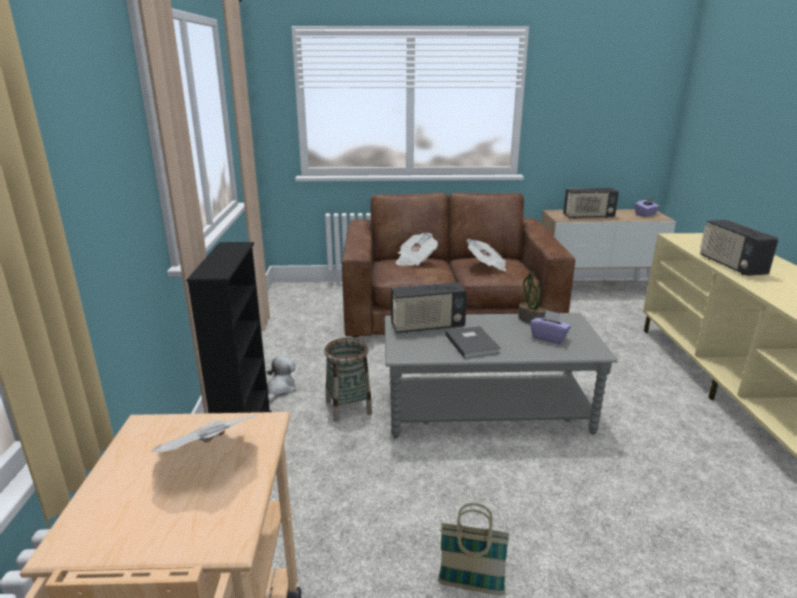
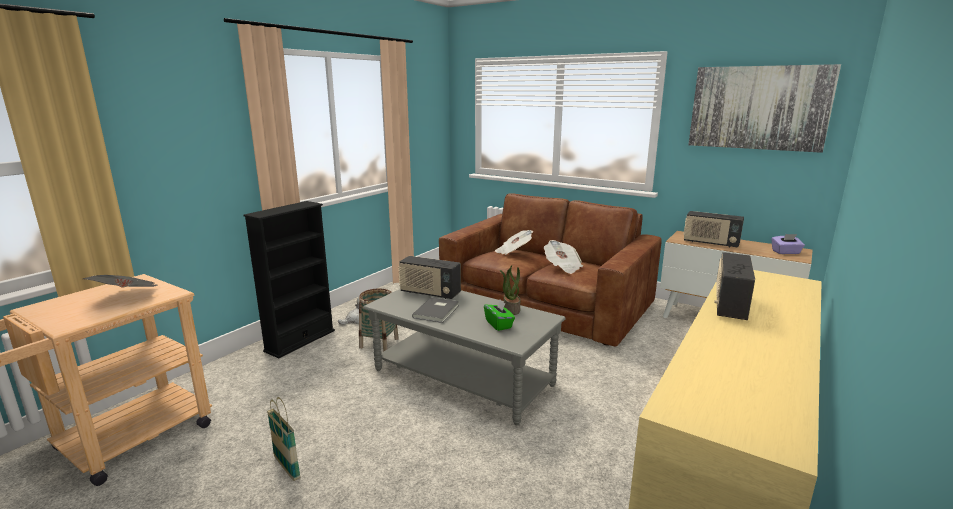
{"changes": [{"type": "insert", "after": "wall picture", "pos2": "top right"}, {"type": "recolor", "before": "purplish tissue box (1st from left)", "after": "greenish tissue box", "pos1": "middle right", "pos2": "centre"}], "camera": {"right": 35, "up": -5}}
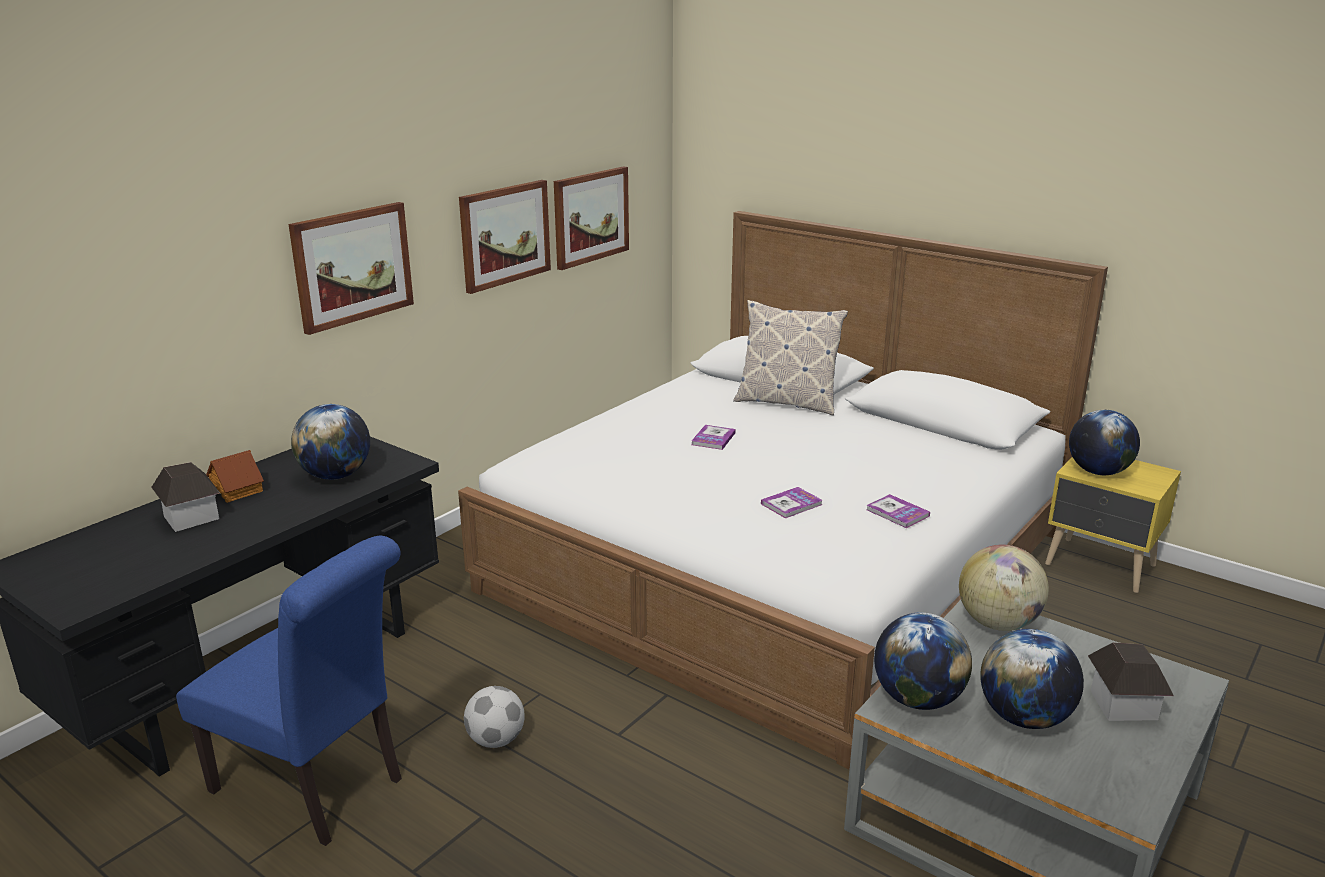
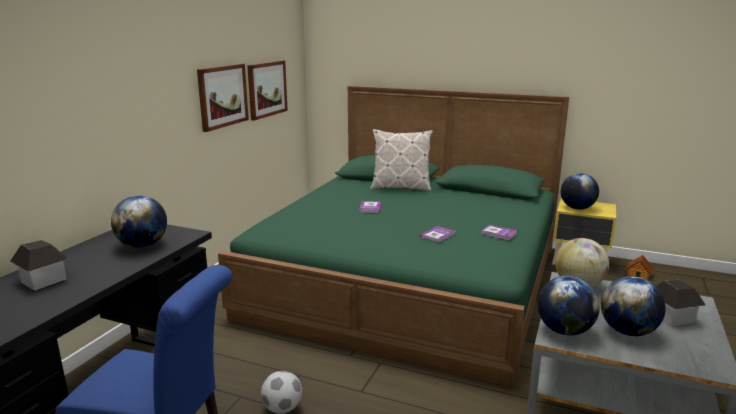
{"changes": [{"type": "delete", "before": "wall picture (1st from left)", "pos1": "top left"}, {"type": "move", "before": "toy house (2nd from left)", "pos1": "middle left", "pos2": "middle right"}, {"type": "recolor", "before": "white-coloured bed", "after": "greenish bed", "pos1": "centre", "pos2": "centre"}], "camera": {"right": -15, "up": -5}}
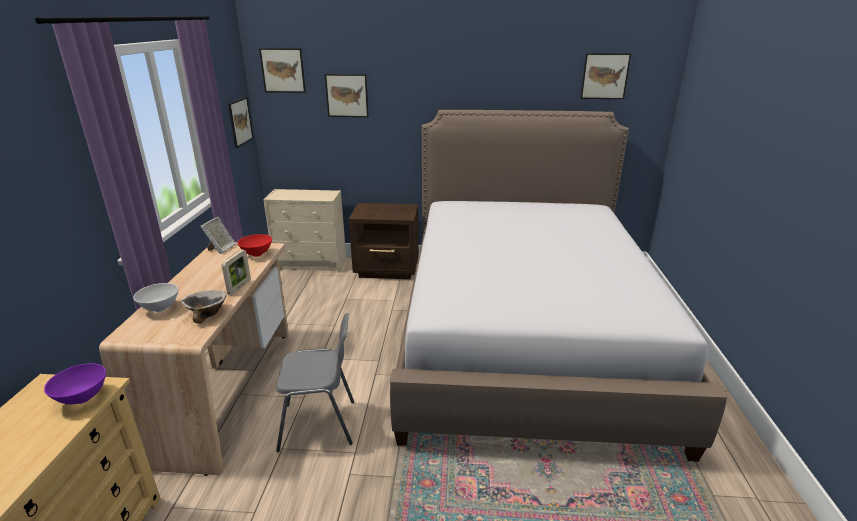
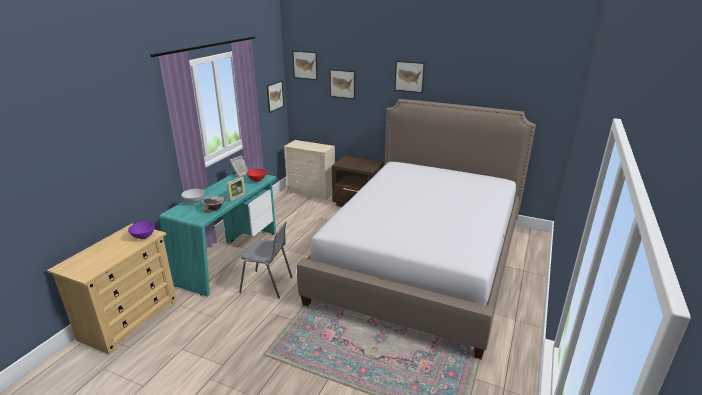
{"changes": [{"type": "move", "before": "wall picture (4th from left)", "pos1": "top right", "pos2": "top centre"}, {"type": "recolor", "before": "beige-coloured desk table", "after": "turquoise desk table", "pos1": "bottom left", "pos2": "middle left"}], "camera": {"right": 20, "up": 0}}
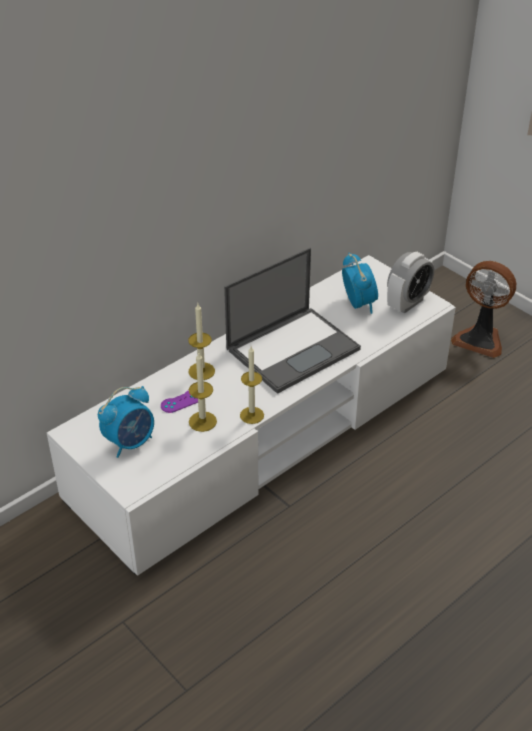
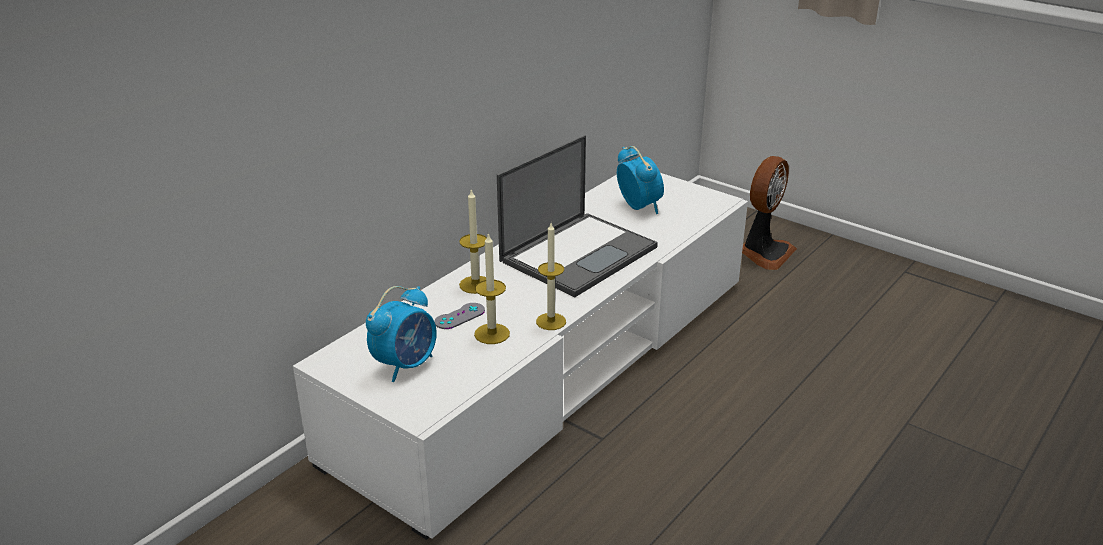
{"changes": [{"type": "delete", "before": "table clock (3rd from left)", "pos1": "middle right"}, {"type": "recolor", "before": "purplish gamepad", "after": "greyish gamepad", "pos1": "centre", "pos2": "centre"}, {"type": "rotate", "before": "cooling fan", "pos1": "middle right", "pos2": "middle right", "turn": -75}], "camera": {"right": -10, "up": -10}}
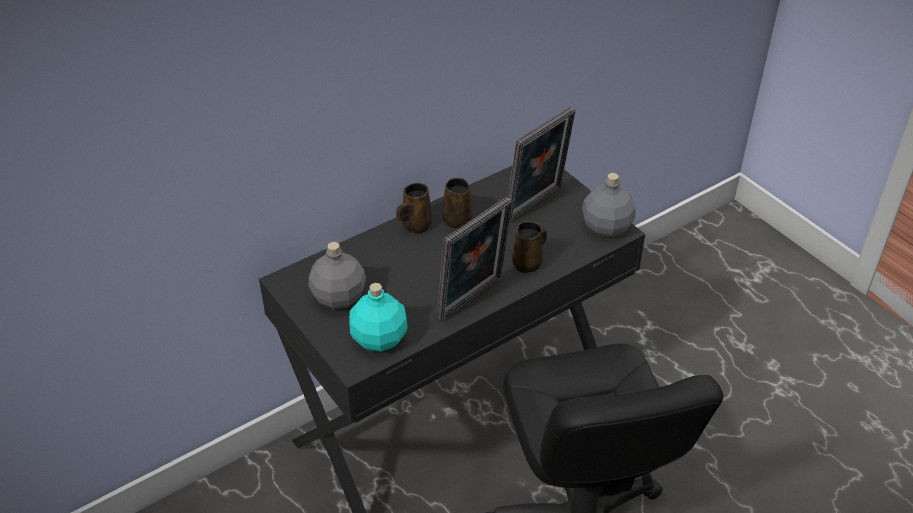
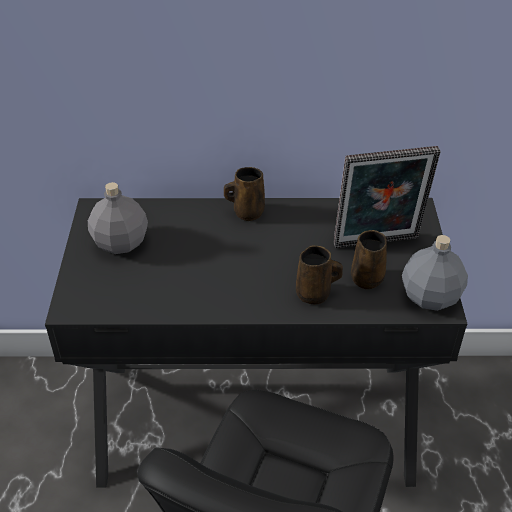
{"changes": [{"type": "delete", "before": "turquoise bottle", "pos1": "centre"}, {"type": "delete", "before": "photo frame (1st from left)", "pos1": "centre"}, {"type": "move", "before": "brown tea mug (2nd from left in the first image)", "after": "brown tea mug (3rd from left)", "pos1": "centre", "pos2": "middle right"}], "camera": {"right": 35, "up": 0}}
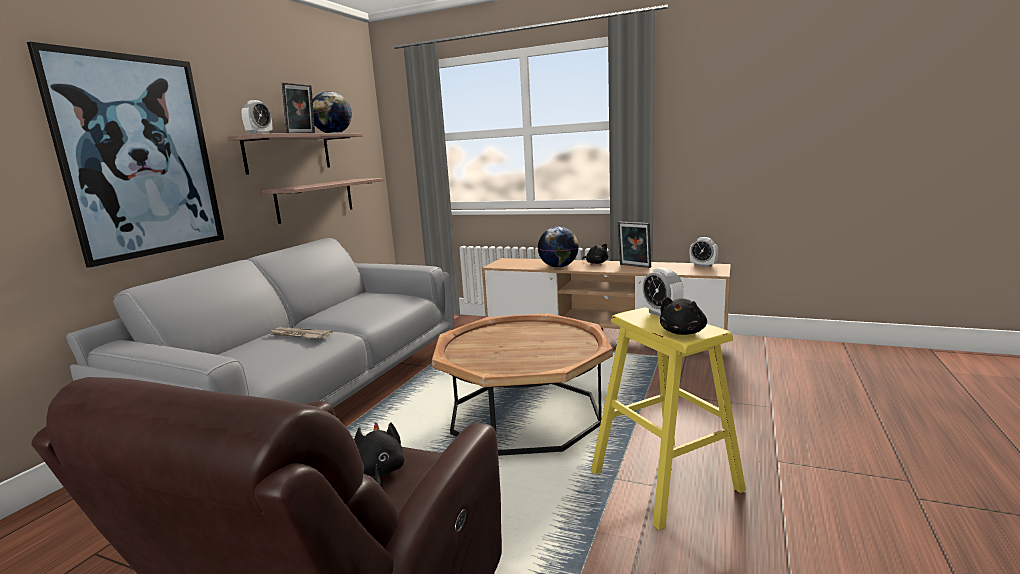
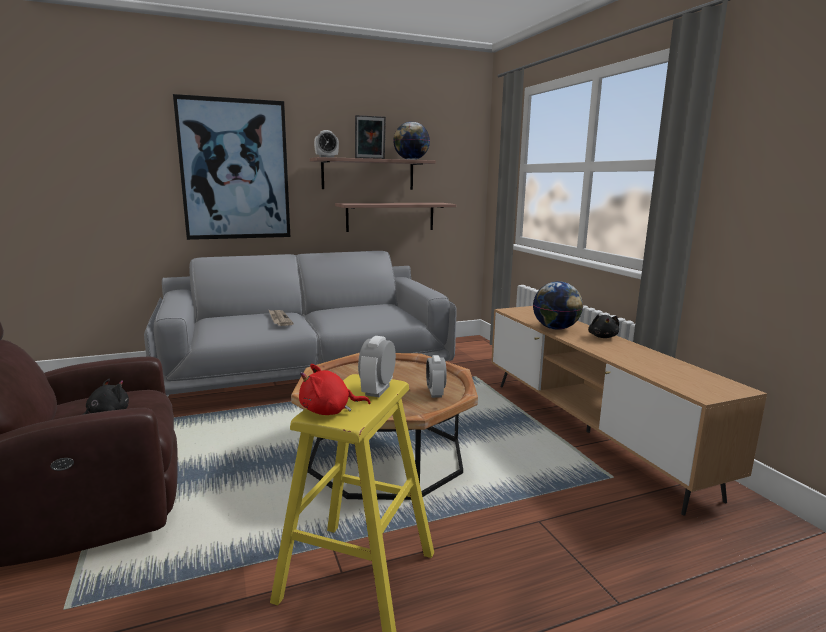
{"changes": [{"type": "delete", "before": "photo frame (2nd from left)", "pos1": "centre"}, {"type": "move", "before": "table clock (3rd from left)", "pos1": "middle right", "pos2": "centre"}, {"type": "recolor", "before": "black cuddly toy (3rd from left)", "after": "red-coloured cuddly toy", "pos1": "middle right", "pos2": "centre"}], "camera": {"right": 45, "up": 0}}
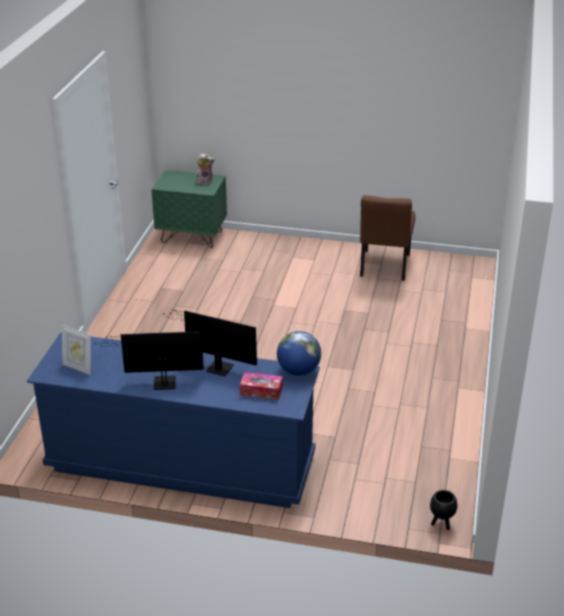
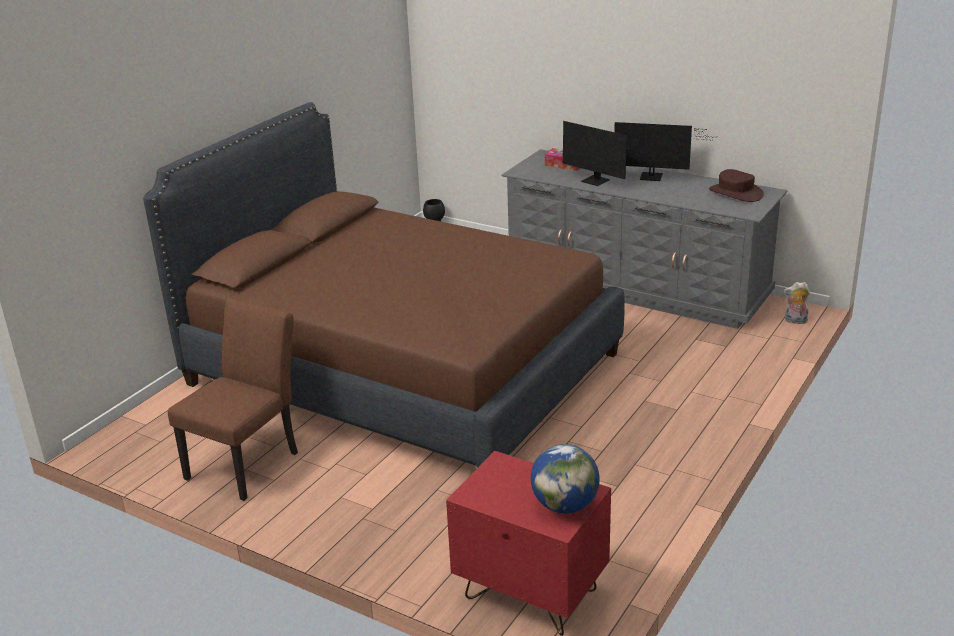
{"changes": [{"type": "insert", "after": "brown bed", "pos2": "centre"}, {"type": "move", "before": "cuddly toy", "pos1": "top centre", "pos2": "middle right"}, {"type": "move", "before": "world globe", "pos1": "centre", "pos2": "bottom centre"}, {"type": "replace", "before": "photo frame", "after": "brown clothing hat", "pos1": "middle left", "pos2": "top right"}, {"type": "recolor", "before": "blue chest of drawers", "after": "greyish chest of drawers", "pos1": "bottom left", "pos2": "middle right"}, {"type": "recolor", "before": "greenish night table", "after": "red-coloured night table", "pos1": "centre", "pos2": "bottom centre"}], "camera": {"right": -160, "up": -5}}
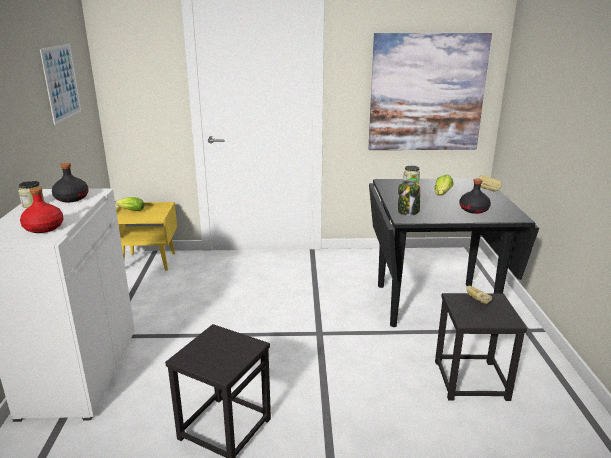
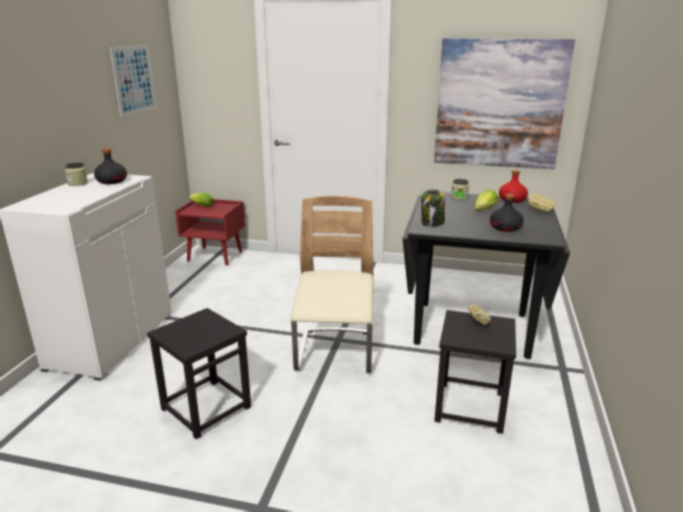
{"changes": [{"type": "insert", "after": "beige-coloured chair", "pos2": "centre"}, {"type": "move", "before": "red-coloured bottle", "pos1": "middle left", "pos2": "middle right"}, {"type": "recolor", "before": "yellowish night table", "after": "red-coloured night table", "pos1": "middle left", "pos2": "middle left"}], "camera": {"right": 15, "up": 0}}
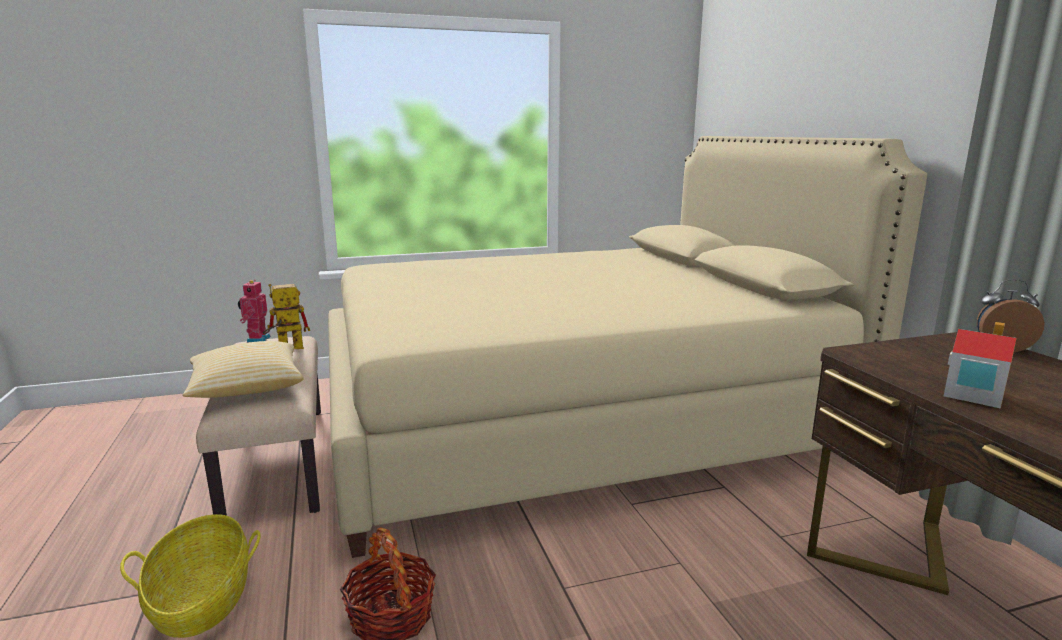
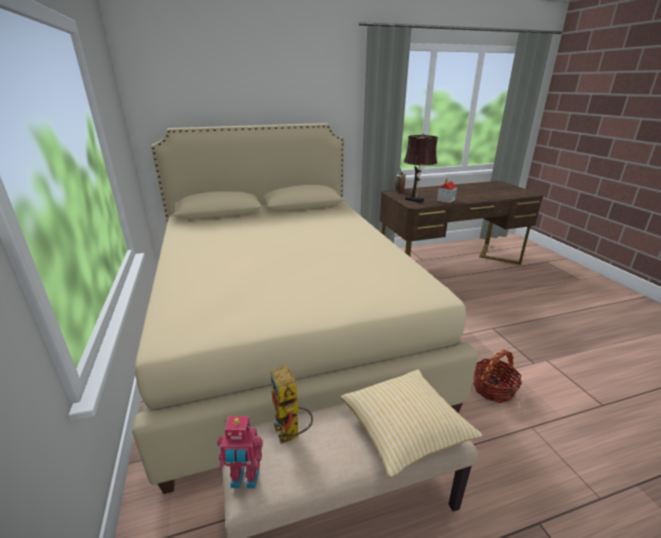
{"changes": [{"type": "delete", "before": "household basket (1st from left)", "pos1": "bottom left"}, {"type": "insert", "after": "brown table lamp", "pos2": "top centre"}], "camera": {"right": -90, "up": 10}}
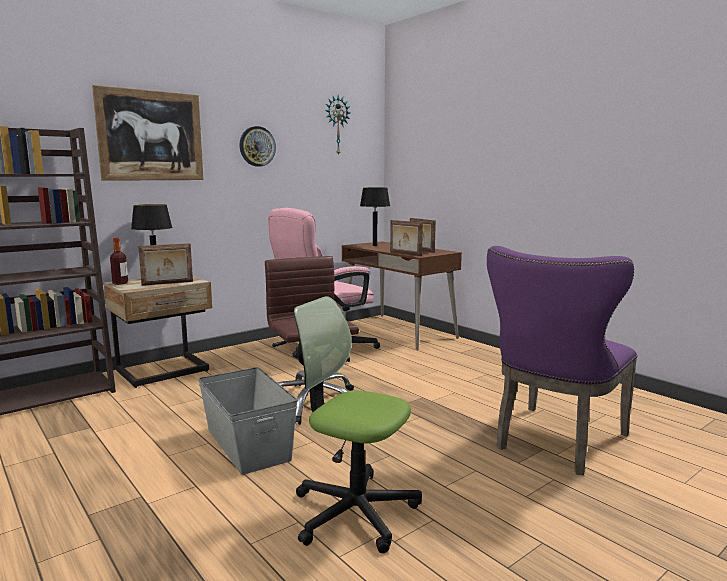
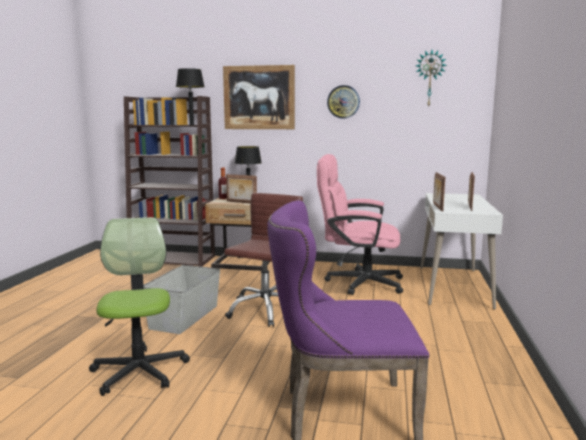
{"changes": [{"type": "move", "before": "black table lamp (2nd from left in the first image)", "after": "black table lamp (1st from left)", "pos1": "centre", "pos2": "top left"}, {"type": "recolor", "before": "brown desk table", "after": "white-coloured desk table", "pos1": "centre", "pos2": "middle right"}], "camera": {"right": 50, "up": 0}}
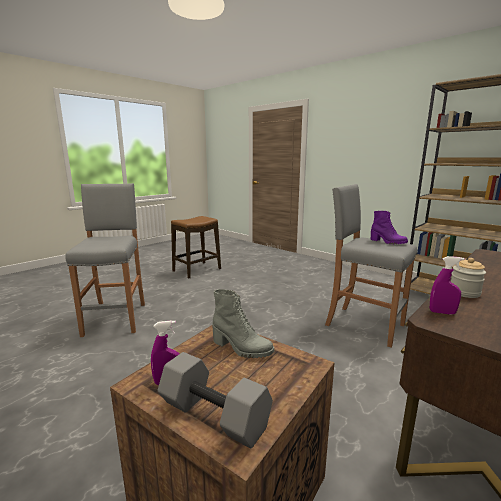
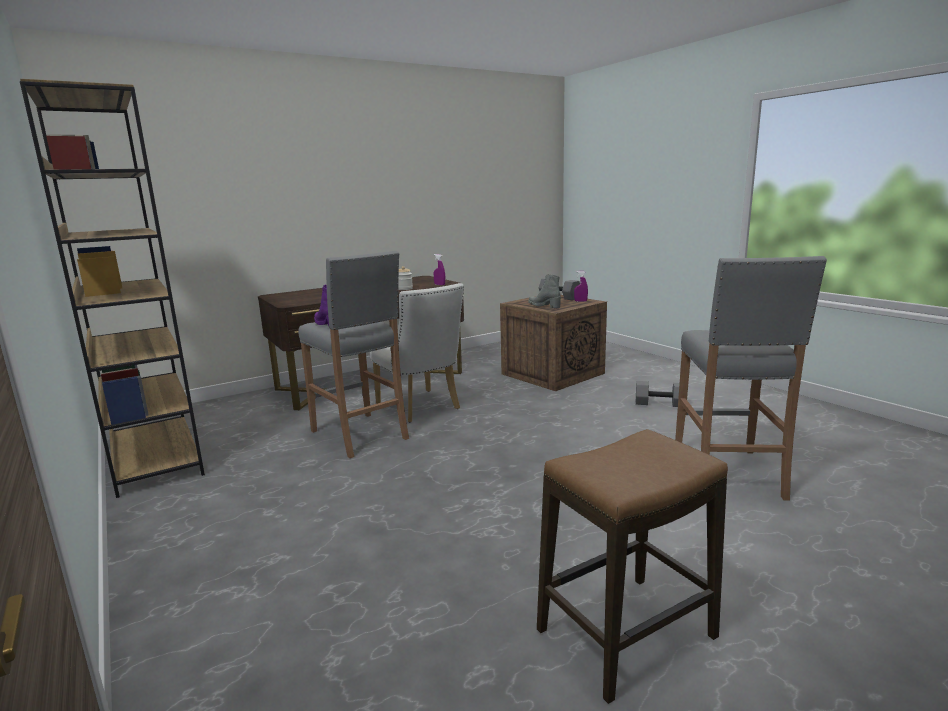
{"changes": [{"type": "insert", "after": "white-coloured chair", "pos2": "centre"}, {"type": "insert", "after": "greyish dumbbell (2nd from left)", "pos2": "middle right"}], "camera": {"right": -165, "up": 0}}
